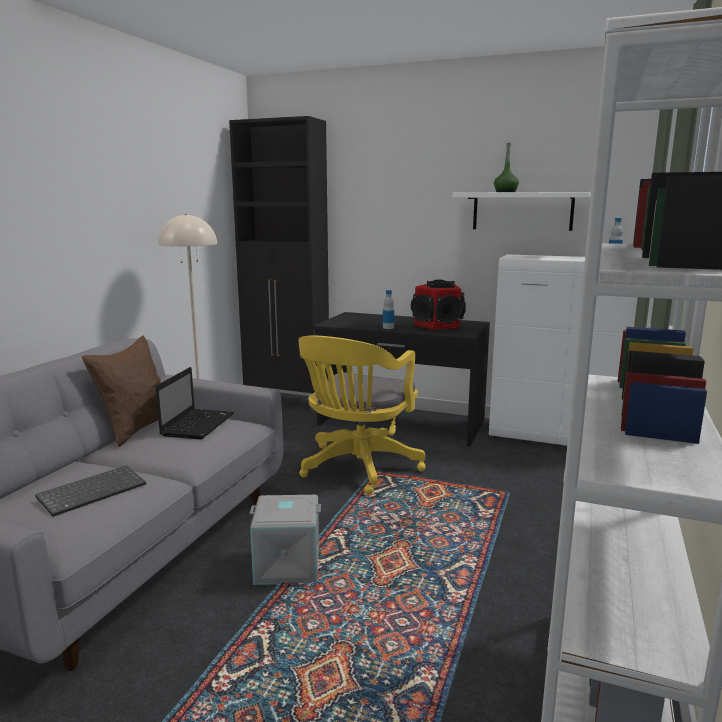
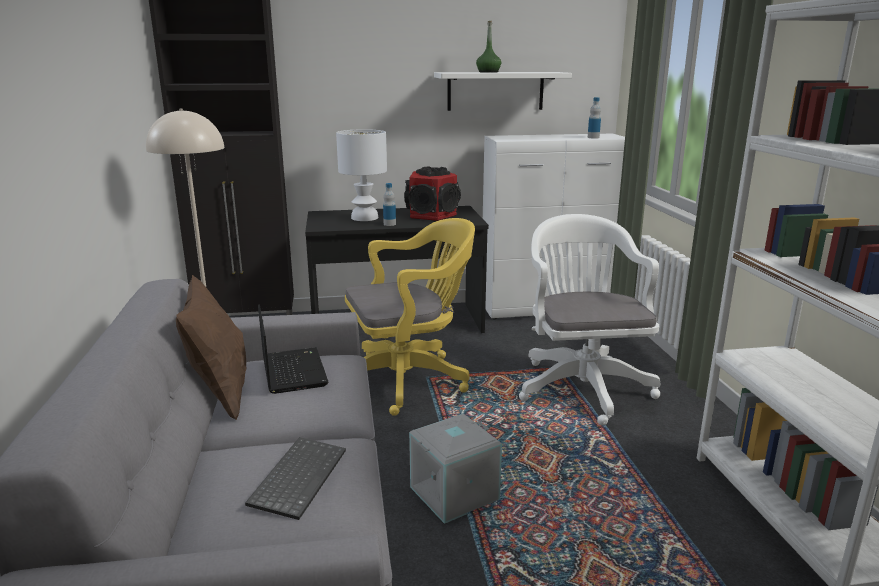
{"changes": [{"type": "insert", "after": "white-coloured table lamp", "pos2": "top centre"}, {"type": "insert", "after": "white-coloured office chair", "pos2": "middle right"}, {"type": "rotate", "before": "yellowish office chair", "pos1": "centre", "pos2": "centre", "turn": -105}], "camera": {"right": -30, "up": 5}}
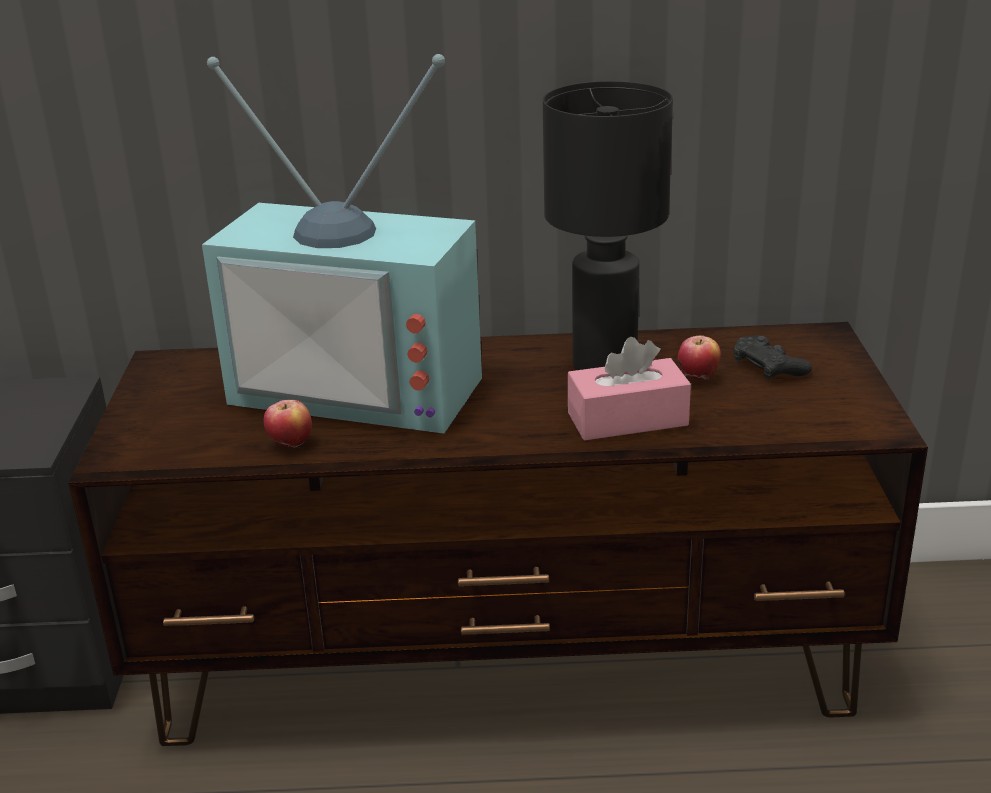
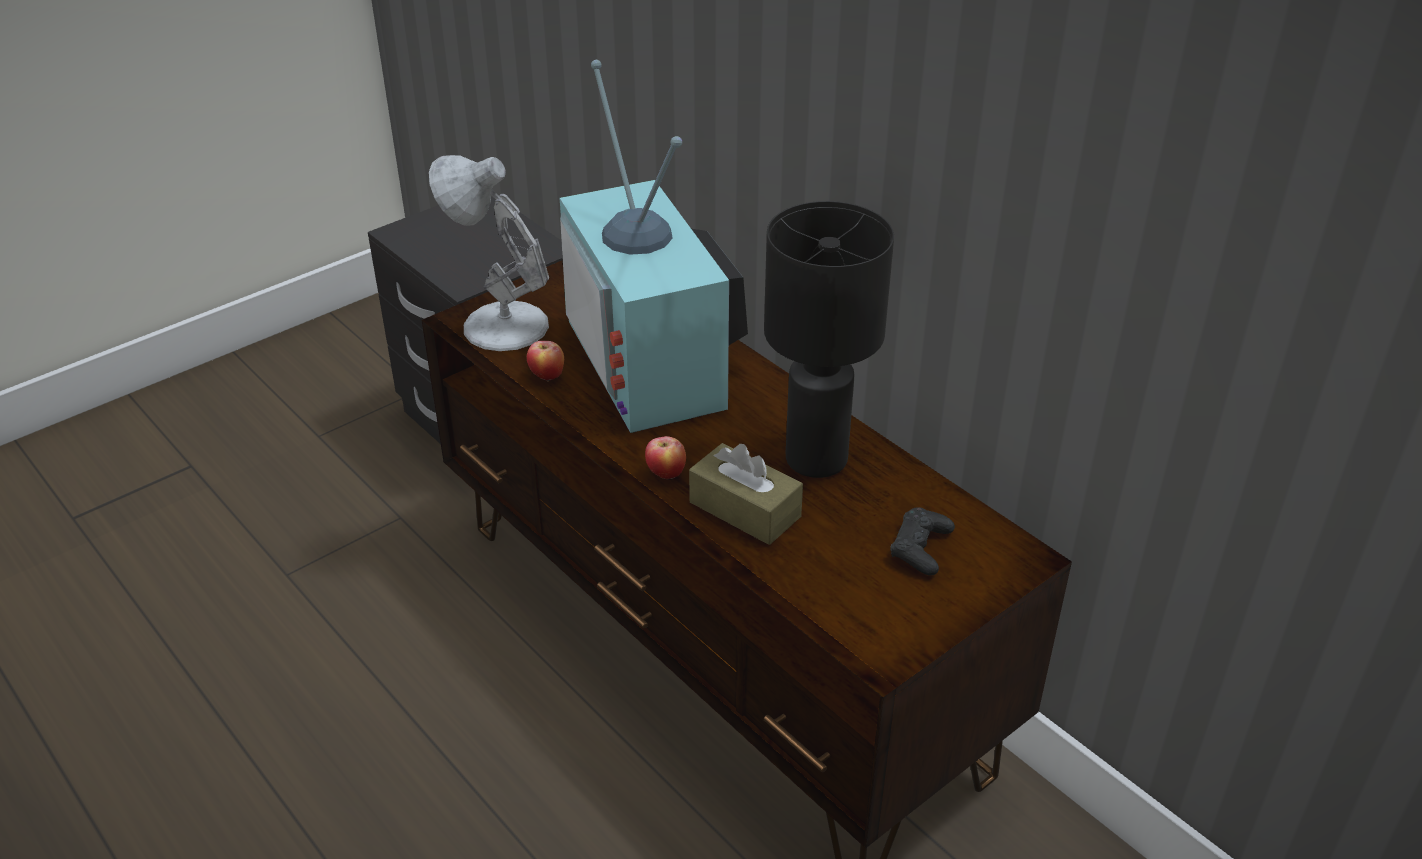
{"changes": [{"type": "insert", "after": "white-coloured table lamp", "pos2": "top centre"}, {"type": "move", "before": "whole apple (2nd from left)", "pos1": "middle right", "pos2": "centre"}, {"type": "recolor", "before": "pink tissue box", "after": "brown tissue box", "pos1": "centre", "pos2": "centre"}], "camera": {"right": 50, "up": 10}}
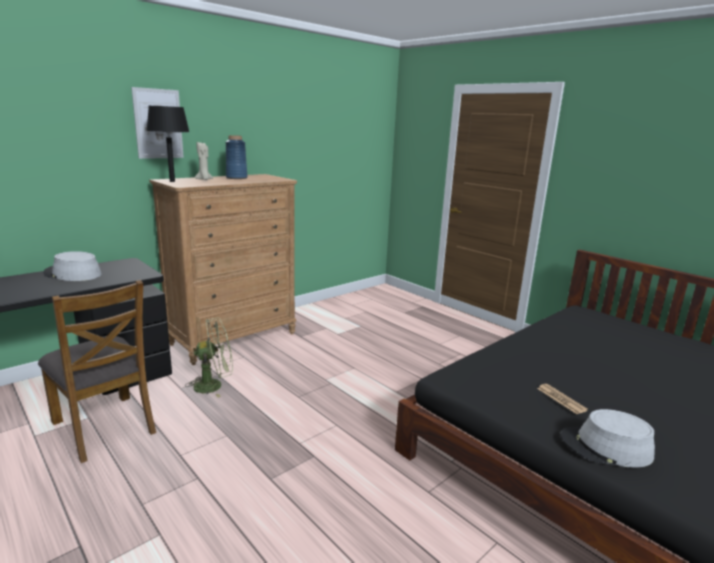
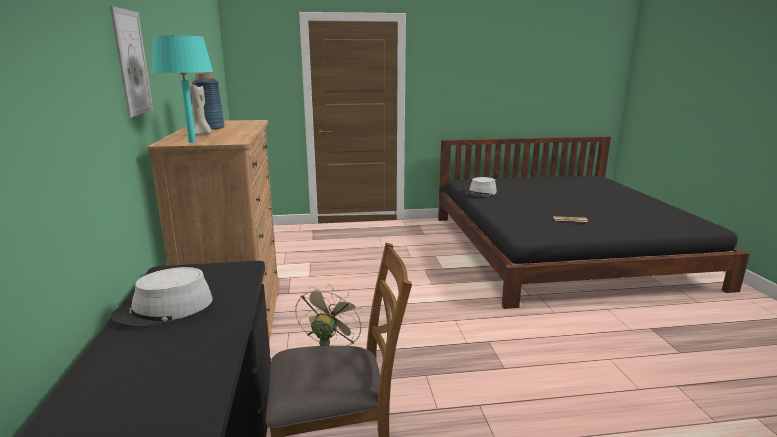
{"changes": [{"type": "move", "before": "greyish clothing hat (2nd from left)", "pos1": "bottom right", "pos2": "centre"}, {"type": "recolor", "before": "black table lamp", "after": "turquoise table lamp", "pos1": "top left", "pos2": "top left"}], "camera": {"right": -55, "up": 0}}
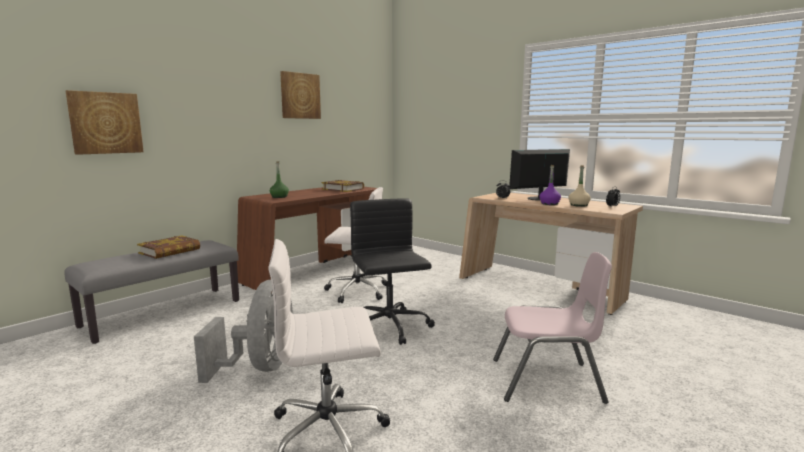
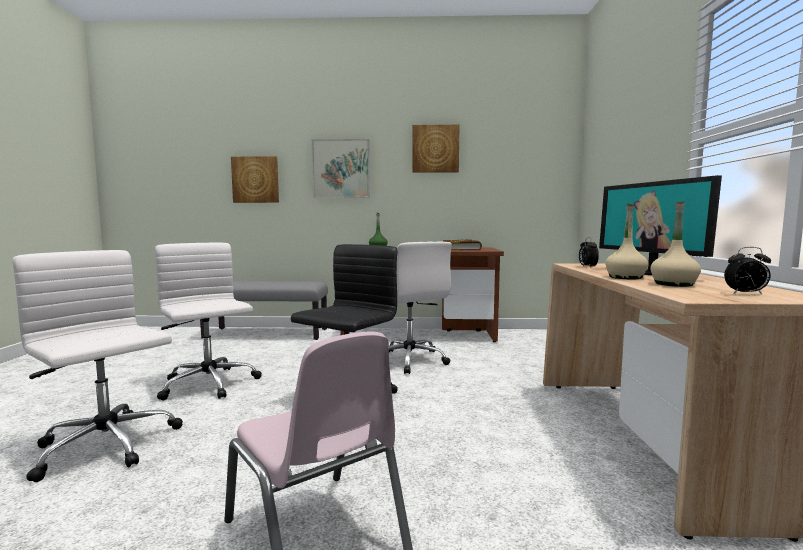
{"changes": [{"type": "delete", "before": "volume (1st from left)", "pos1": "middle left"}, {"type": "insert", "after": "wall picture (2nd from left)", "pos2": "top centre"}, {"type": "replace", "before": "greyish cooling fan", "after": "white-coloured office chair (2nd from left)", "pos1": "bottom left", "pos2": "middle left"}, {"type": "recolor", "before": "purplish bottle", "after": "beige-coloured bottle (1st from left)", "pos1": "middle right", "pos2": "middle right"}, {"type": "rotate", "before": "monitor", "pos1": "middle right", "pos2": "middle right", "turn": -135}], "camera": {"right": 50, "up": -5}}
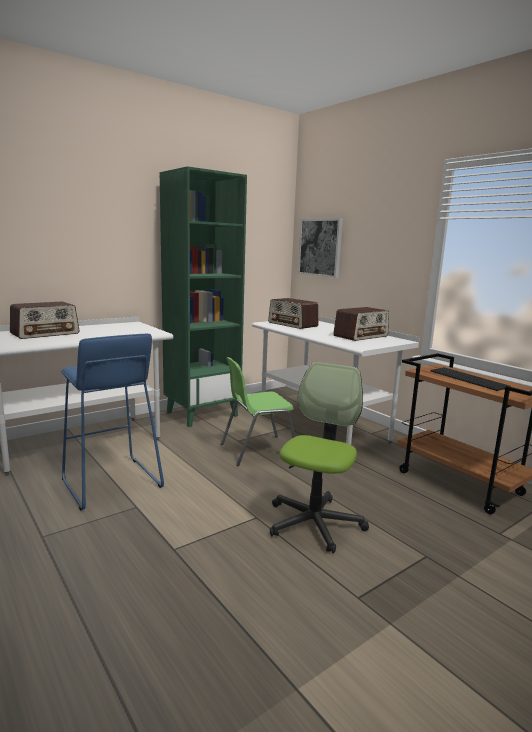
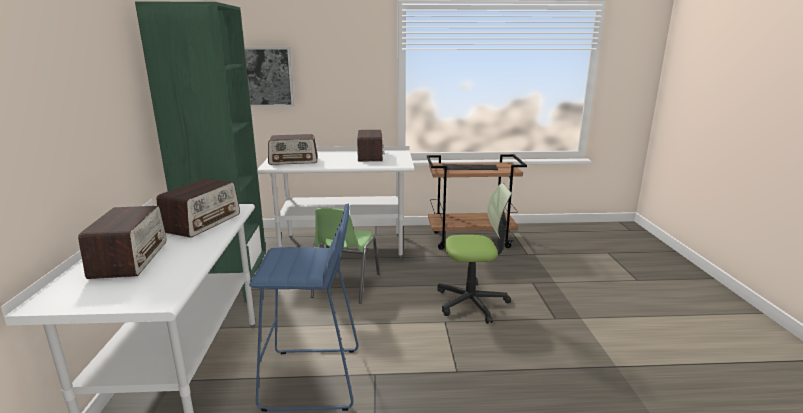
{"changes": [{"type": "insert", "after": "radio (2nd from left)", "pos2": "middle left"}, {"type": "rotate", "before": "office chair", "pos1": "centre", "pos2": "centre", "turn": 120}], "camera": {"right": -55, "up": 5}}
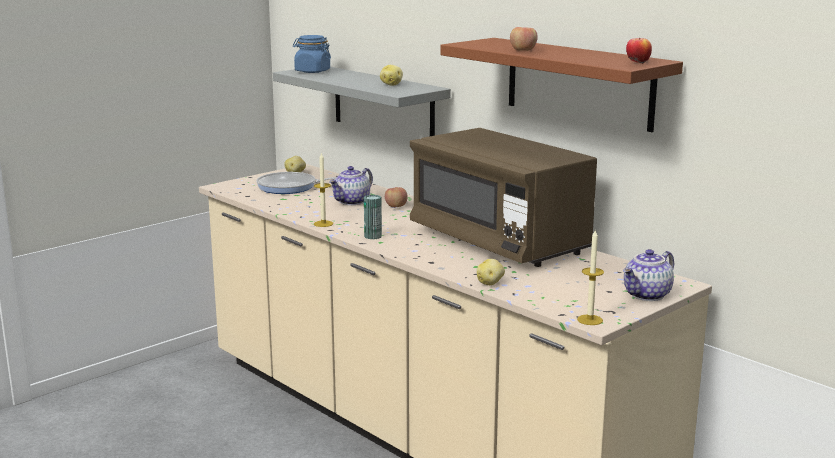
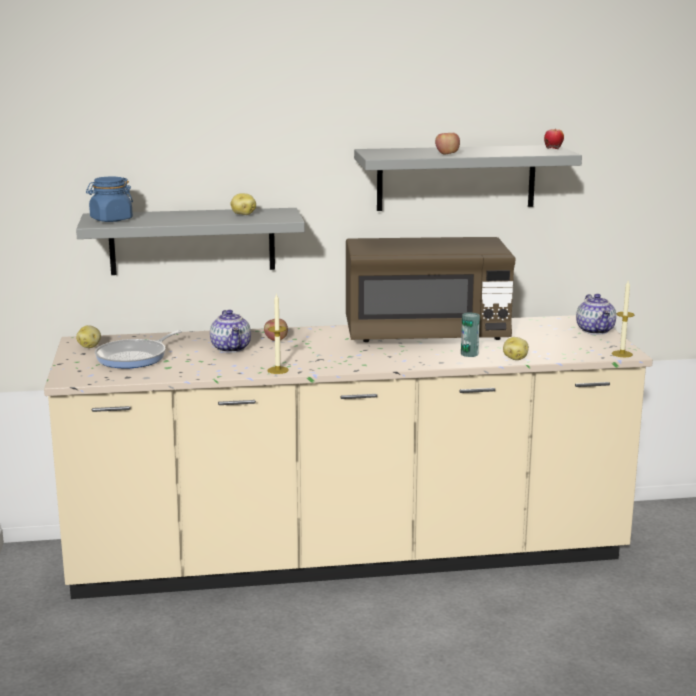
{"changes": [{"type": "move", "before": "sealed can", "pos1": "centre", "pos2": "middle right"}, {"type": "recolor", "before": "brown bracket shelf", "after": "greyish bracket shelf (2nd from left)", "pos1": "top right", "pos2": "top right"}], "camera": {"right": -55, "up": 0}}
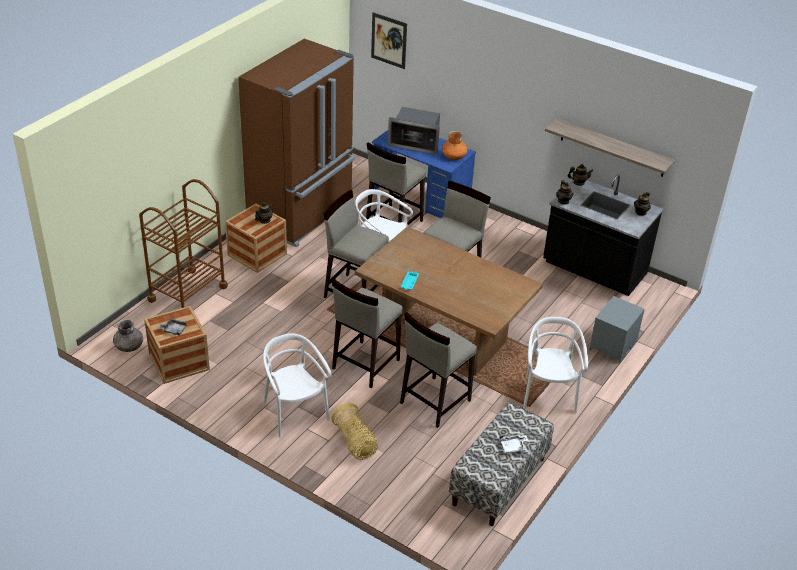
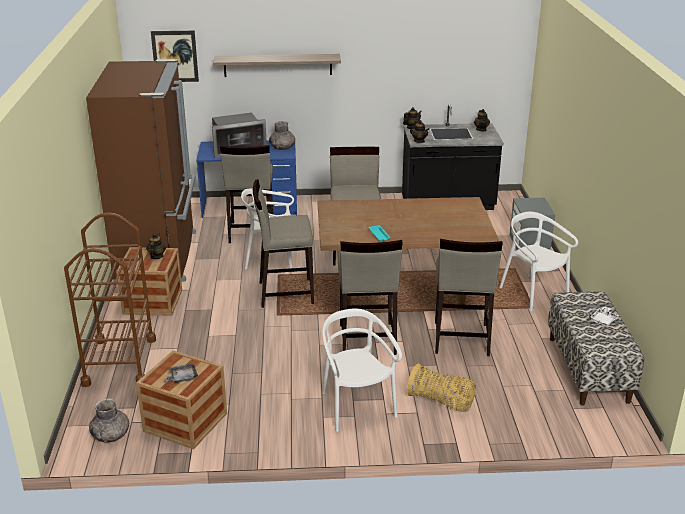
{"changes": [{"type": "move", "before": "bracket shelf", "pos1": "top right", "pos2": "top centre"}, {"type": "recolor", "before": "orange-coloured flower vase", "after": "greyish flower vase (2nd from left)", "pos1": "top centre", "pos2": "top centre"}, {"type": "rotate", "before": "white-coloured chair (1st from left in the first image)", "pos1": "bottom centre", "pos2": "bottom centre", "turn": 45}], "camera": {"right": -35, "up": -10}}
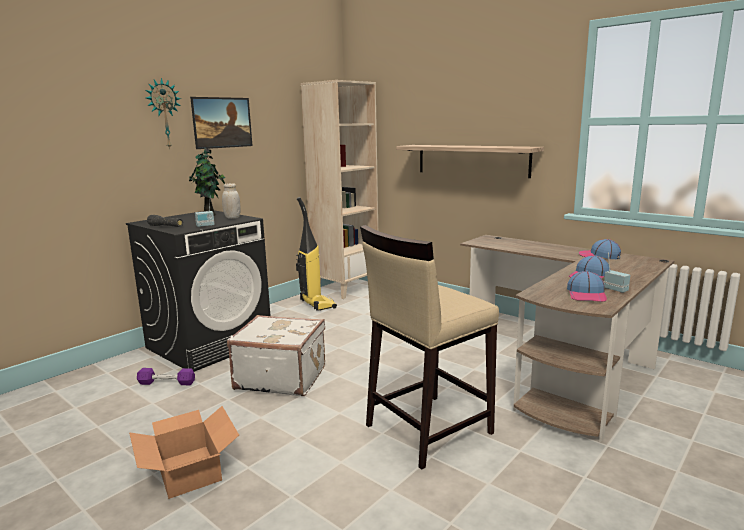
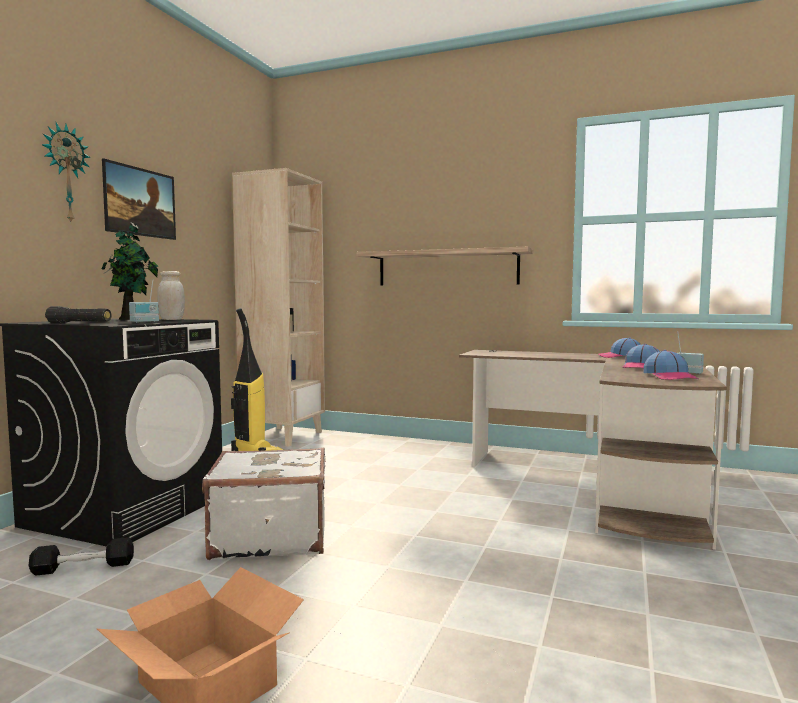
{"changes": [{"type": "delete", "before": "beige-coloured stool seat", "pos1": "centre"}, {"type": "recolor", "before": "purplish dumbbell", "after": "black dumbbell", "pos1": "bottom left", "pos2": "bottom left"}], "camera": {"right": -20, "up": -10}}
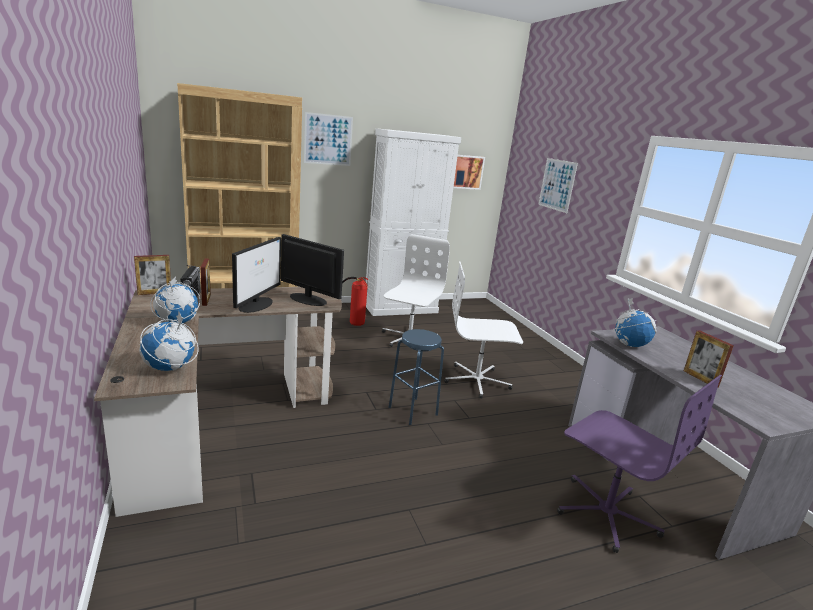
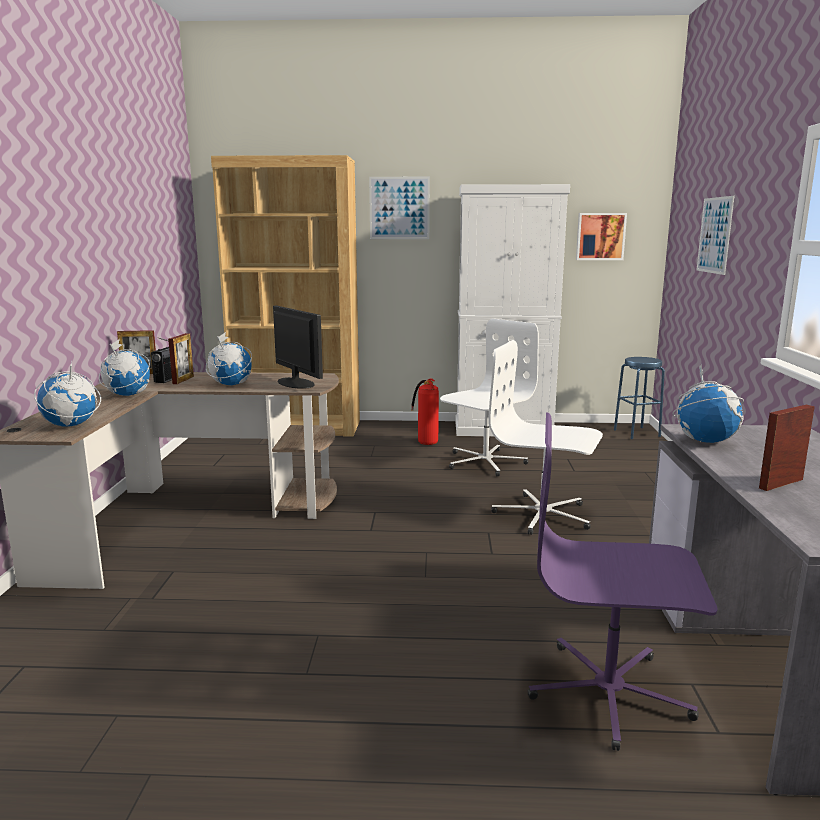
{"changes": [{"type": "move", "before": "blue stool seat", "pos1": "centre", "pos2": "middle right"}, {"type": "replace", "before": "monitor (1st from left)", "after": "world globe (3rd from left)", "pos1": "middle left", "pos2": "middle left"}, {"type": "rotate", "before": "purplish office chair", "pos1": "bottom right", "pos2": "bottom right", "turn": 120}, {"type": "rotate", "before": "photo frame (3rd from left)", "pos1": "middle right", "pos2": "middle right", "turn": 60}], "camera": {"right": 25, "up": -5}}
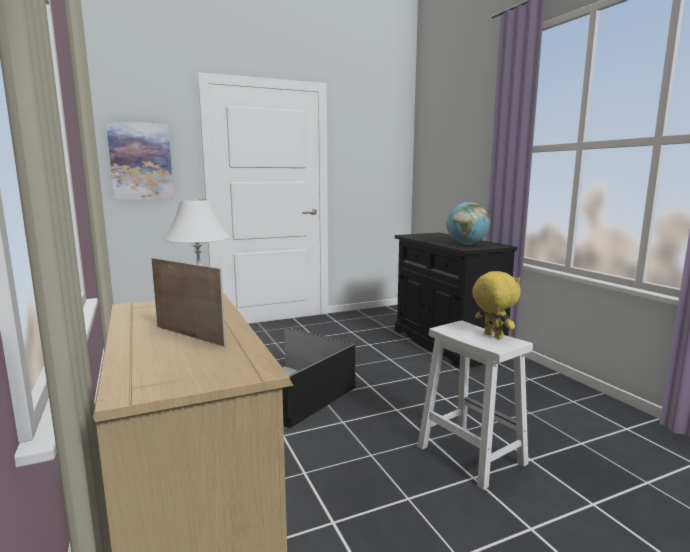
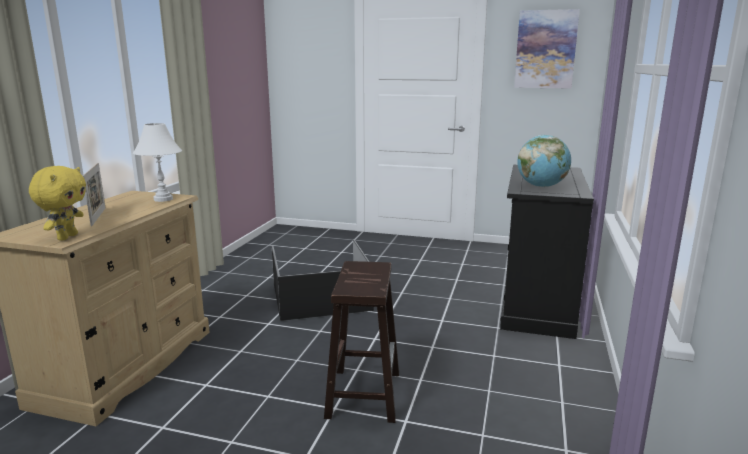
{"changes": [{"type": "move", "before": "wall picture", "pos1": "top left", "pos2": "top right"}, {"type": "move", "before": "yellowish cuddly toy", "pos1": "middle right", "pos2": "middle left"}, {"type": "recolor", "before": "white-coloured stool seat", "after": "brown stool seat", "pos1": "bottom right", "pos2": "bottom centre"}], "camera": {"right": 40, "up": 5}}
